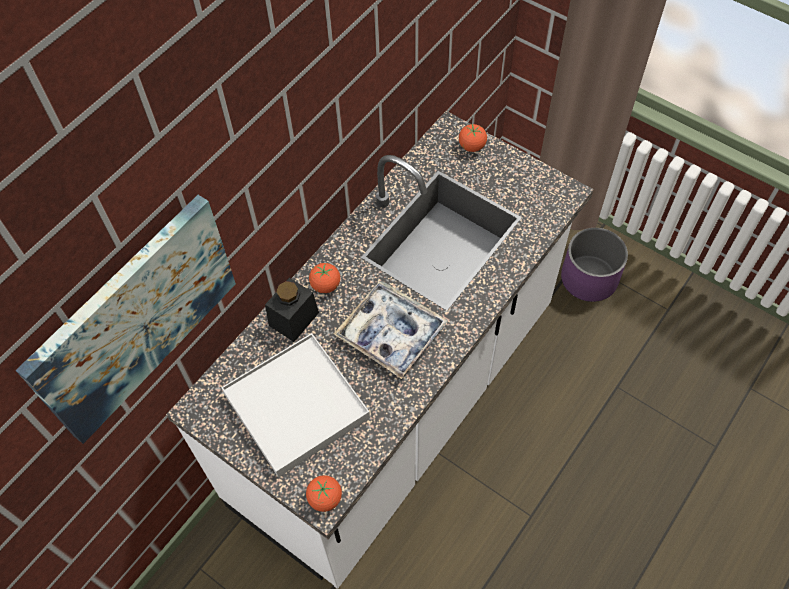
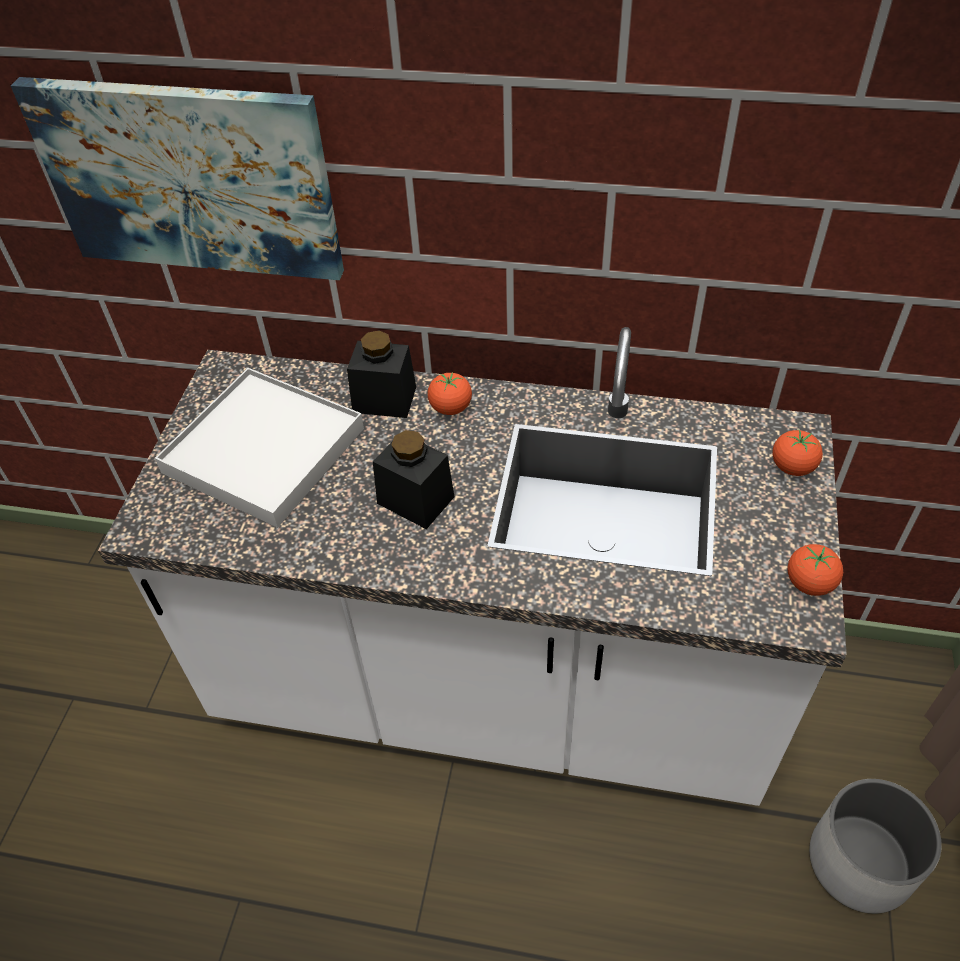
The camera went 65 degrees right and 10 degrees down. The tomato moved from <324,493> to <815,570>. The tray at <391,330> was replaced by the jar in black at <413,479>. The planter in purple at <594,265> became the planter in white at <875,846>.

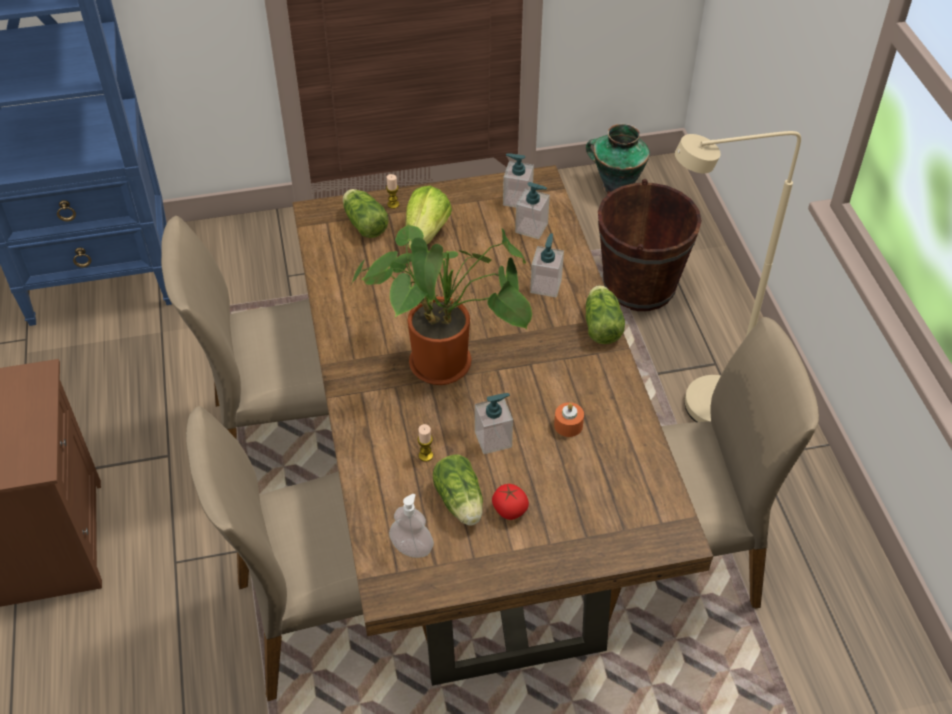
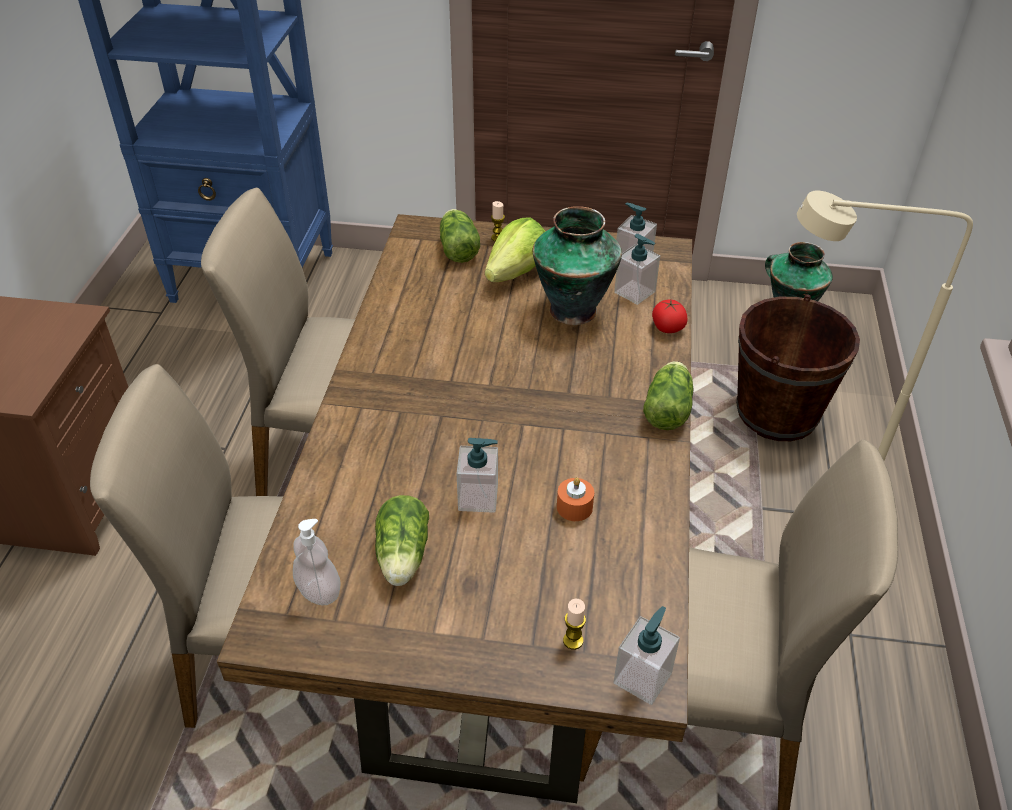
The camera went 20 degrees right and 5 degrees down. The potted plant at <441,304> disappeared. The candle moved from <425,443> to <574,624>. The tomato moved from <510,502> to <670,316>. The soap dispenser moved from <547,265> to <646,655>. The vase at <577,265> appeared.

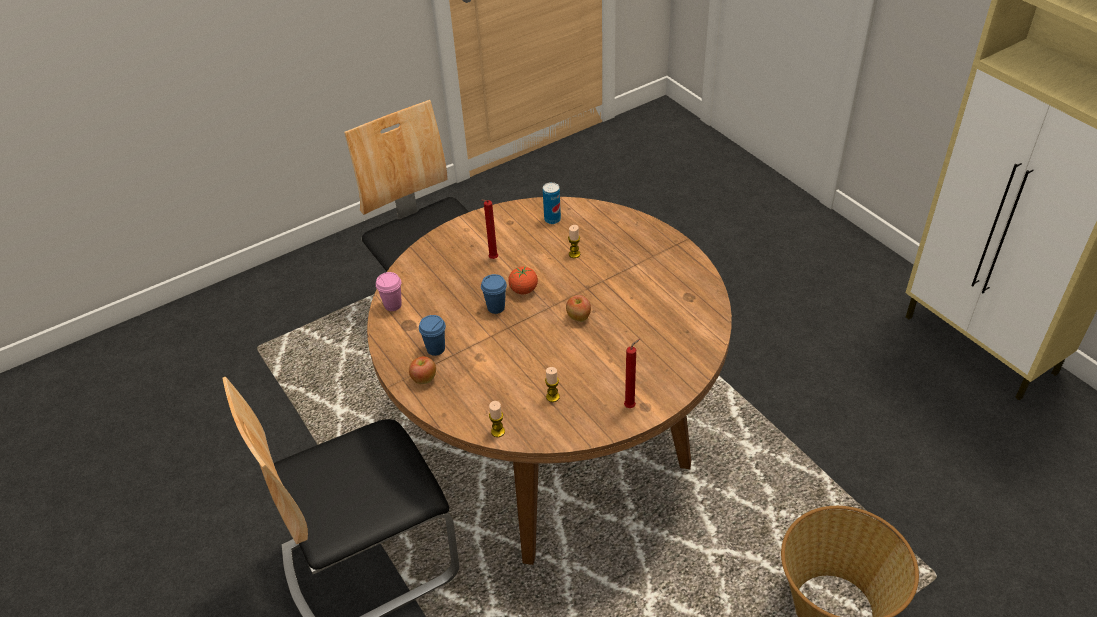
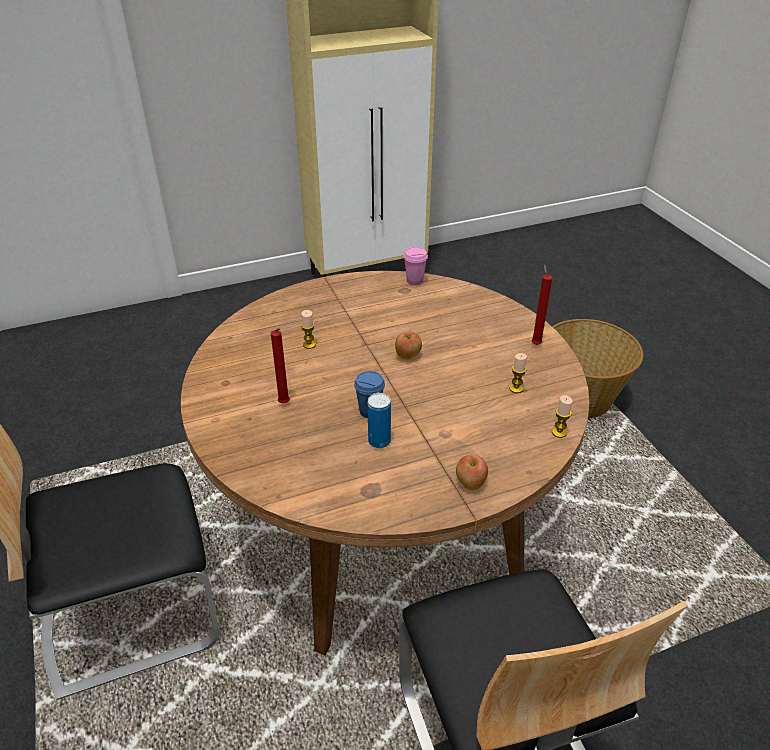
The camera went 80 degrees left and 5 degrees down. The cup in pink moved from <389,291> to <416,266>. The cup in blue at <432,335> disappeared. The tomato at <523,280> disappeared. The can moved from <552,203> to <379,420>.

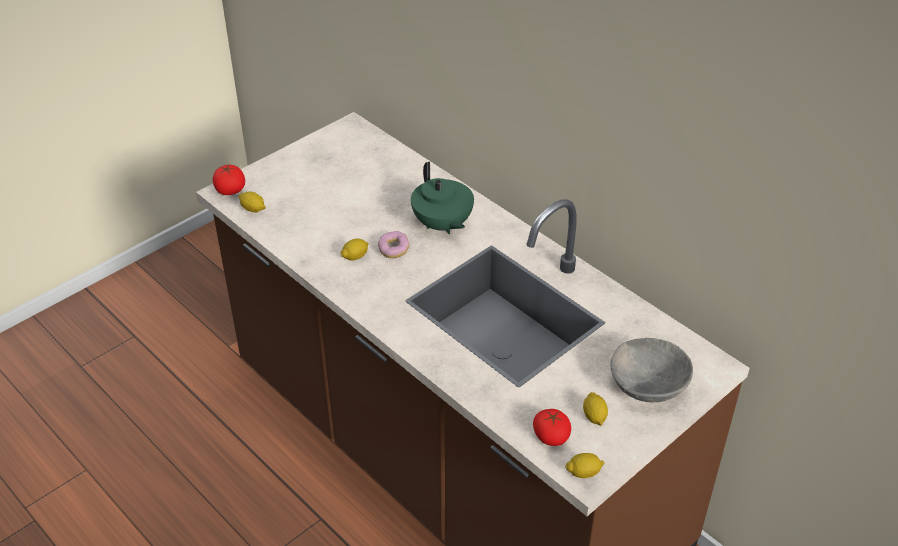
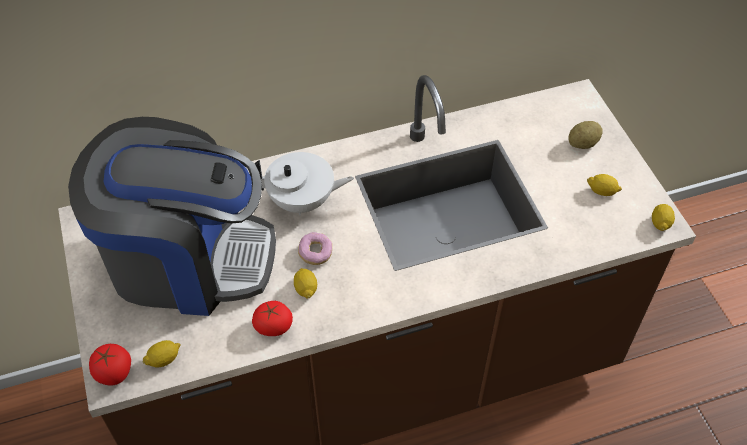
The camera went 65 degrees left and 10 degrees up. The teapot in green at <442,198> became the teapot in white at <302,183>. The tomato moved from <552,427> to <272,318>. The bowl in grey at <652,370> was replaced by the potato at <586,135>. The coffee machine at <172,216> appeared.

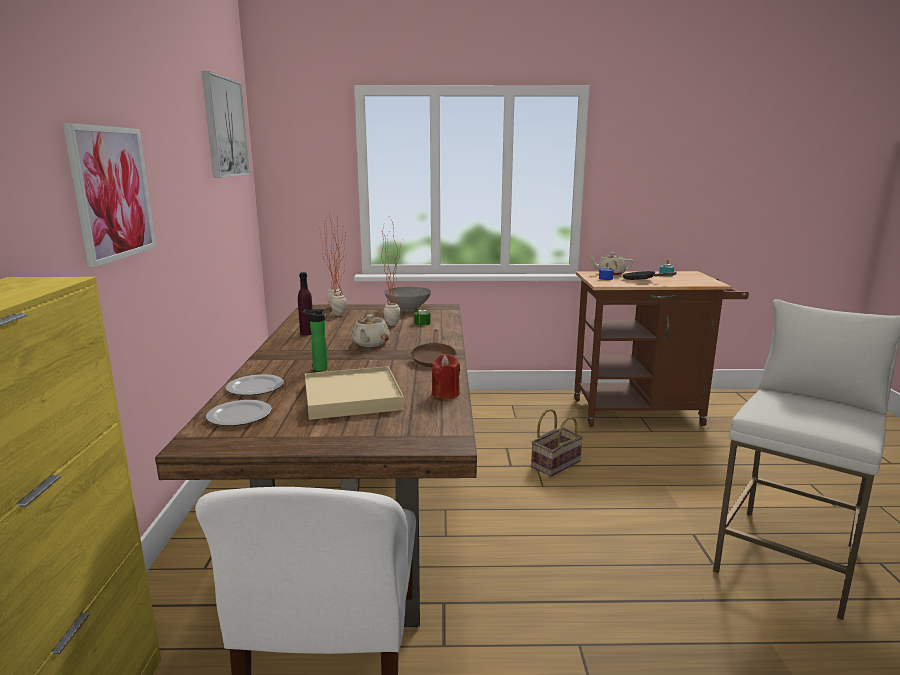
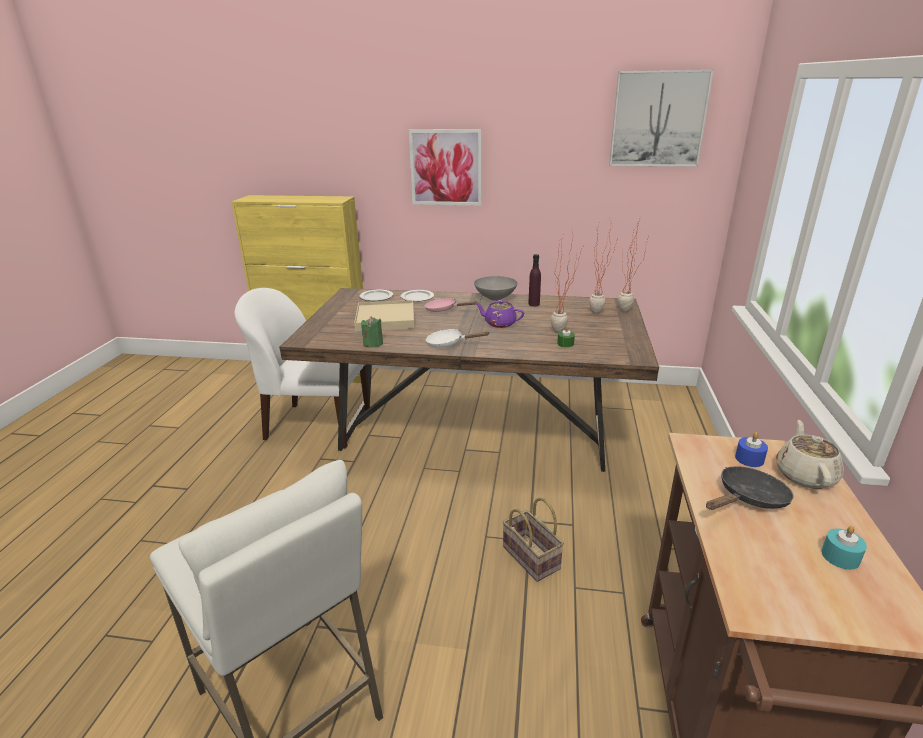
The camera went 100 degrees right and 10 degrees up. The bottle at <315,340> was replaced by the frying pan in pink at <451,305>. The teapot in beige at <371,331> became the teapot in purple at <499,314>. The bowl in grey moved from <407,299> to <496,288>. The frying pan in brown at <433,348> became the frying pan in white at <458,338>. The candle in red at <445,376> became the candle in green at <372,331>.

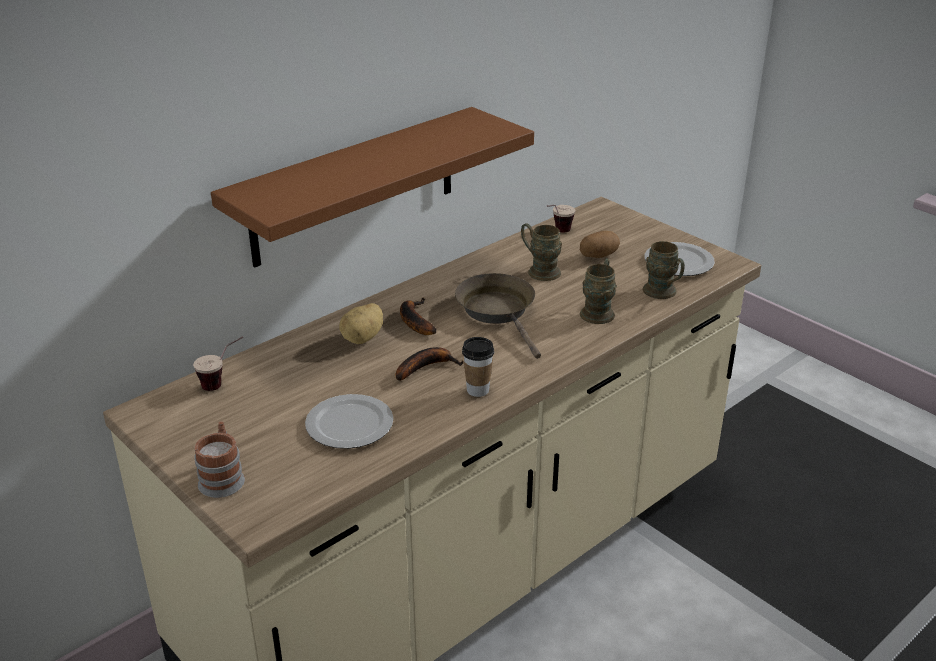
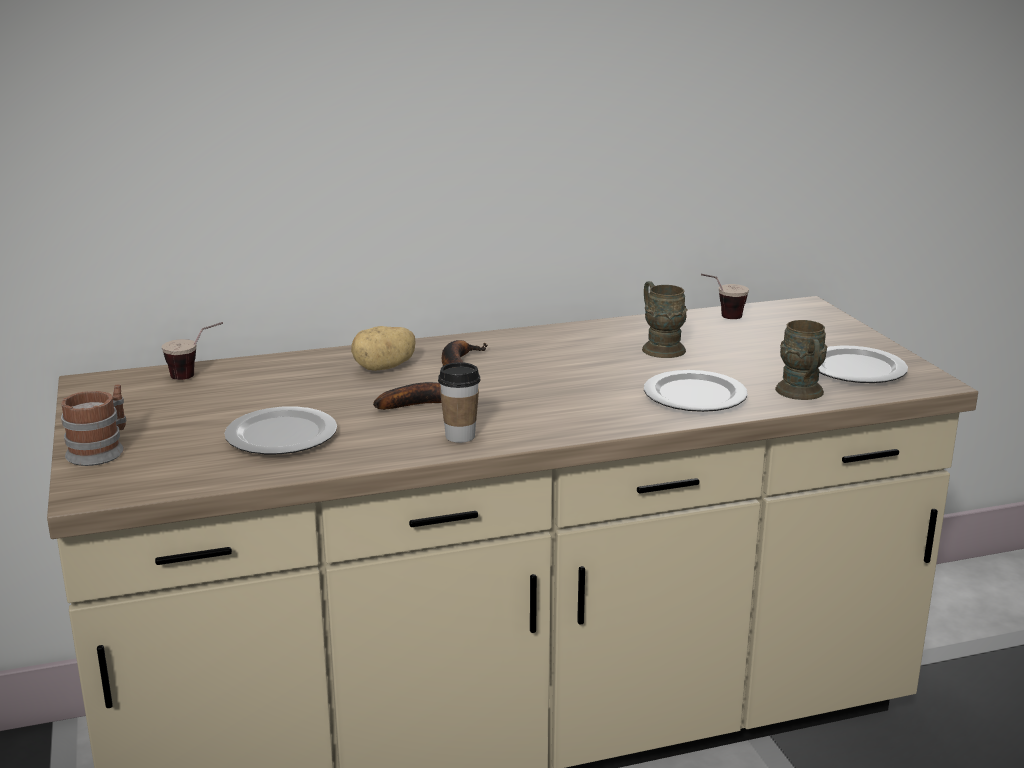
The camera went 25 degrees right and 10 degrees down. The shelf in brown at <372,187> disappeared. The frying pan in brown at <498,316> disappeared. The potato at <600,244> disappeared. The mug in brown at <598,291> was replaced by the plate at <696,391>.

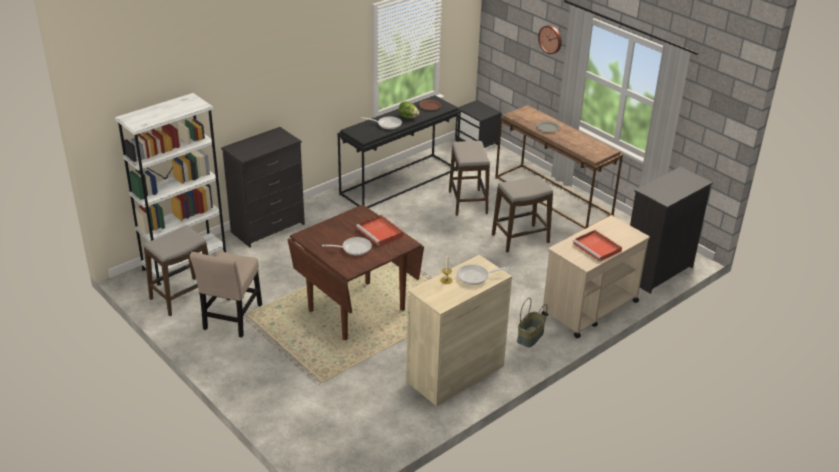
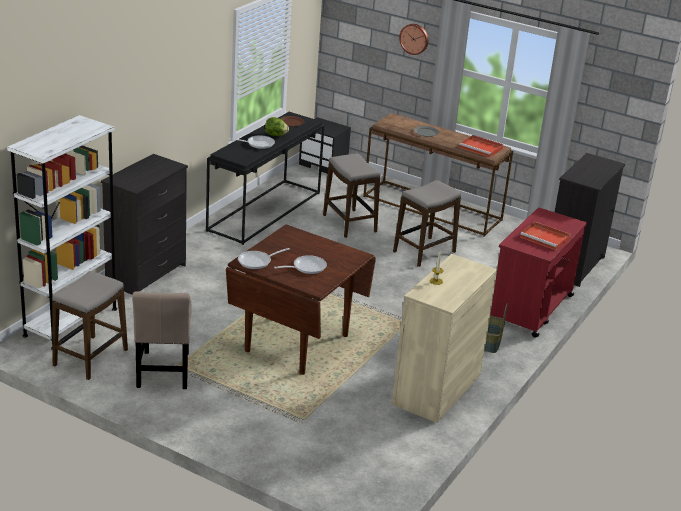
The camera went 20 degrees left and 5 degrees down. The tray in red moved from <379,230> to <481,146>. The frying pan moved from <483,275> to <264,258>. The cart in beige at <596,276> became the cart in red at <538,273>.

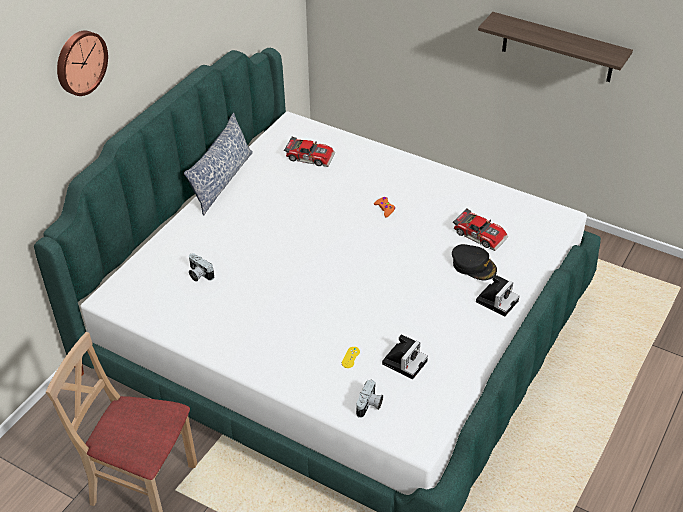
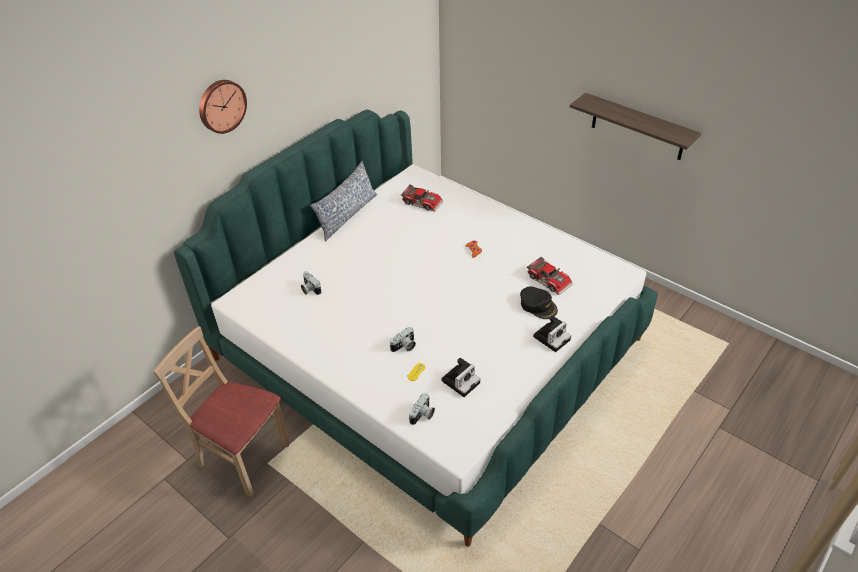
The camera went 10 degrees right and 0 degrees up. The photo camera at <403,339> appeared.

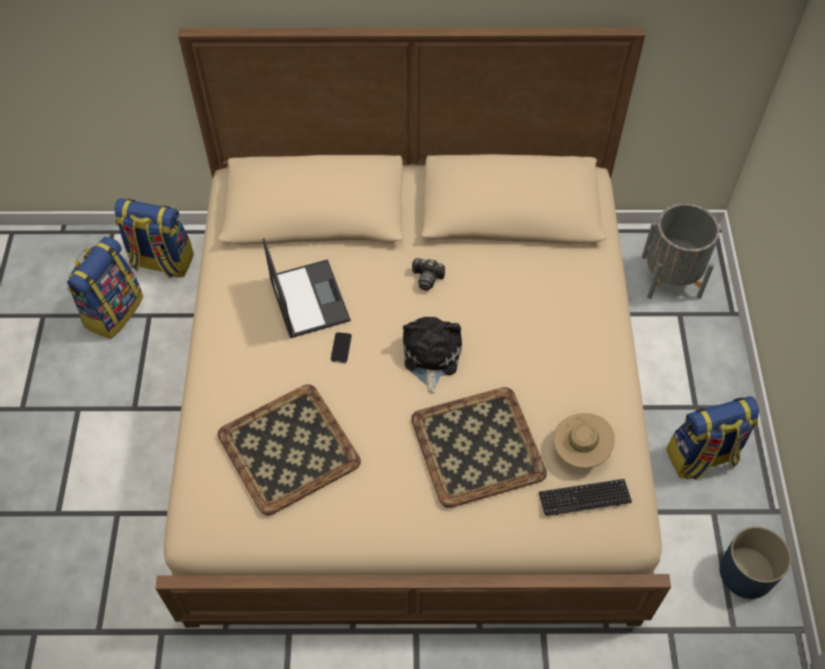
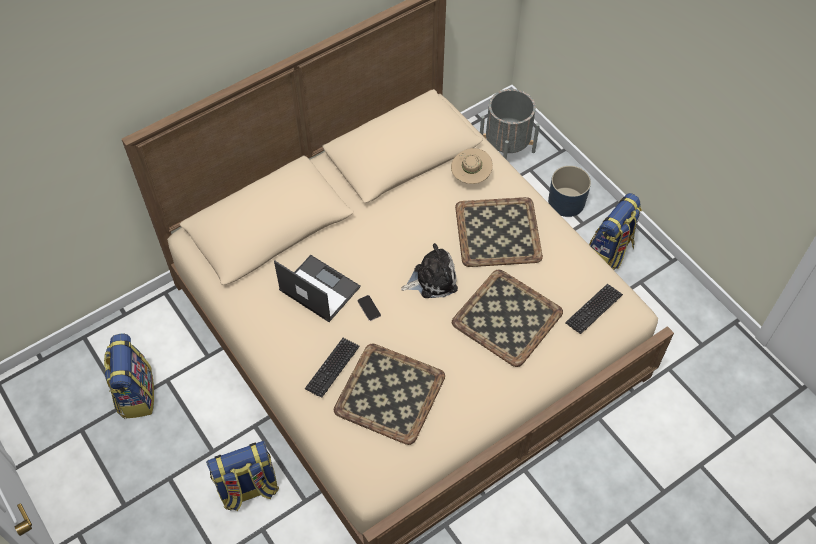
The camera went 35 degrees left and 0 degrees up. The backpack moved from <154,238> to <242,476>. The plush toy at <432,355> turned 105 degrees clockwise. The photo camera at <428,274> disappeared. The hat in beige moved from <584,440> to <472,166>. The planter in blue moved from <755,562> to <569,191>. The keyboard at <332,368> appeared. The tray at <499,232> appeared.

